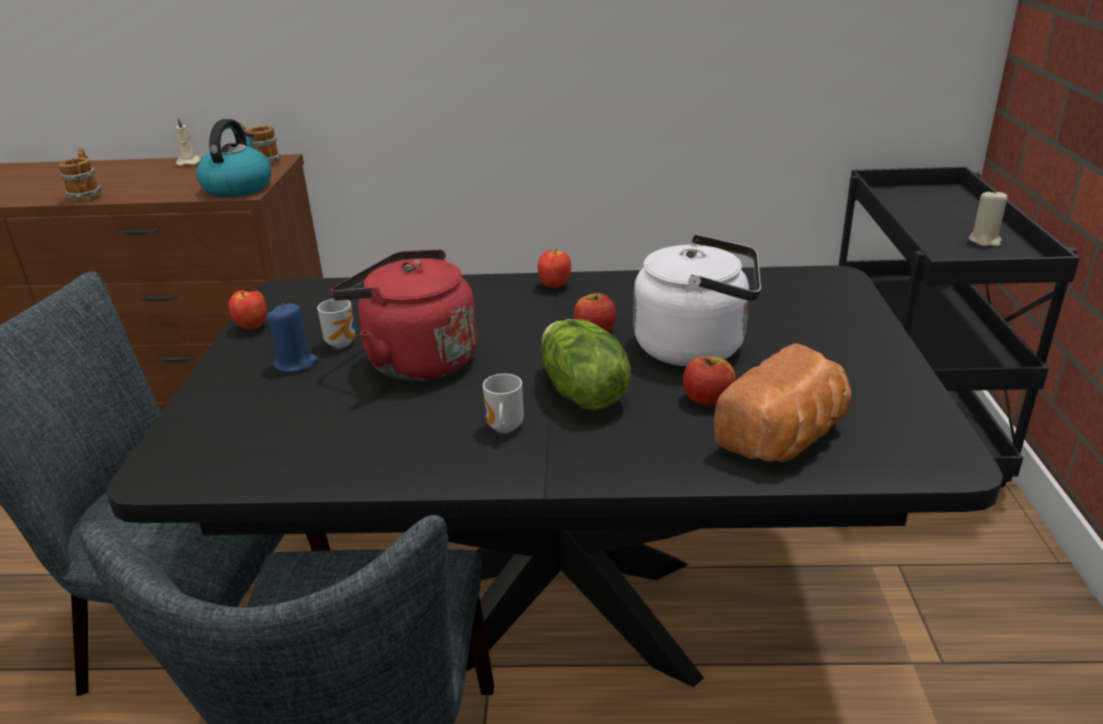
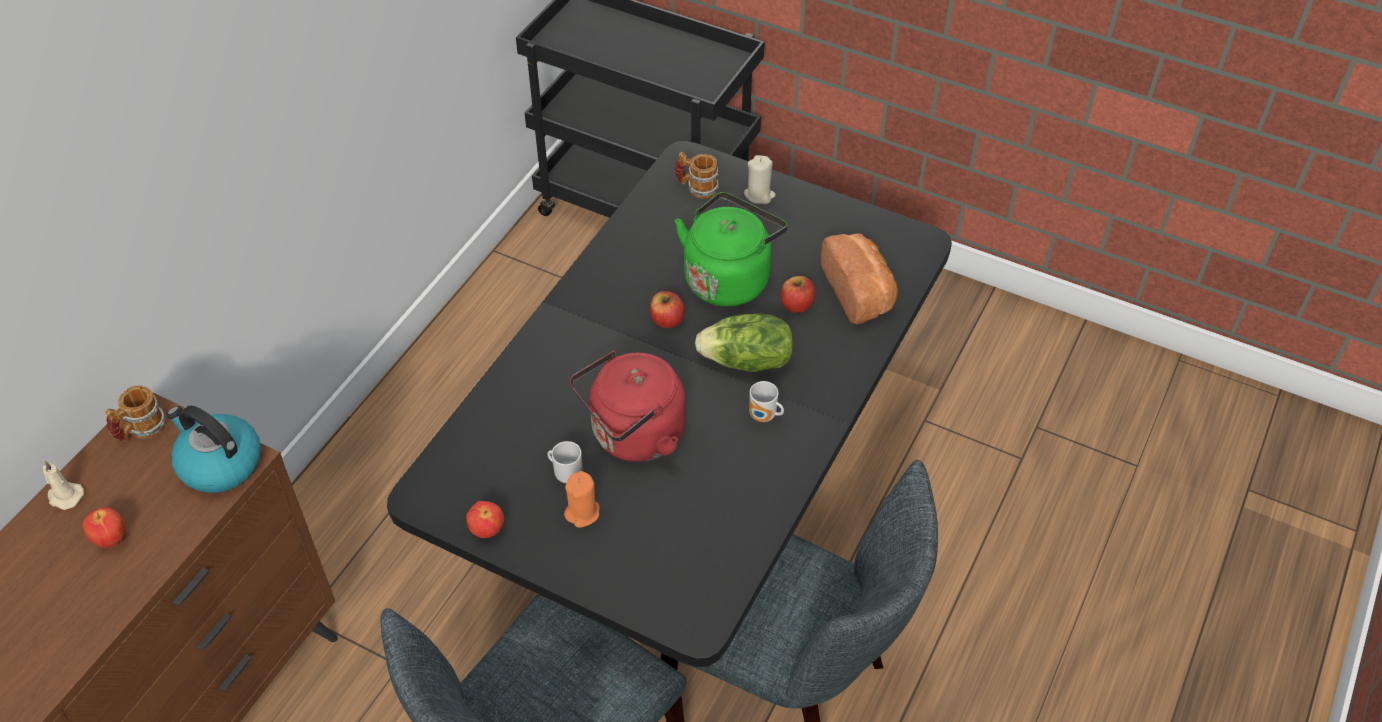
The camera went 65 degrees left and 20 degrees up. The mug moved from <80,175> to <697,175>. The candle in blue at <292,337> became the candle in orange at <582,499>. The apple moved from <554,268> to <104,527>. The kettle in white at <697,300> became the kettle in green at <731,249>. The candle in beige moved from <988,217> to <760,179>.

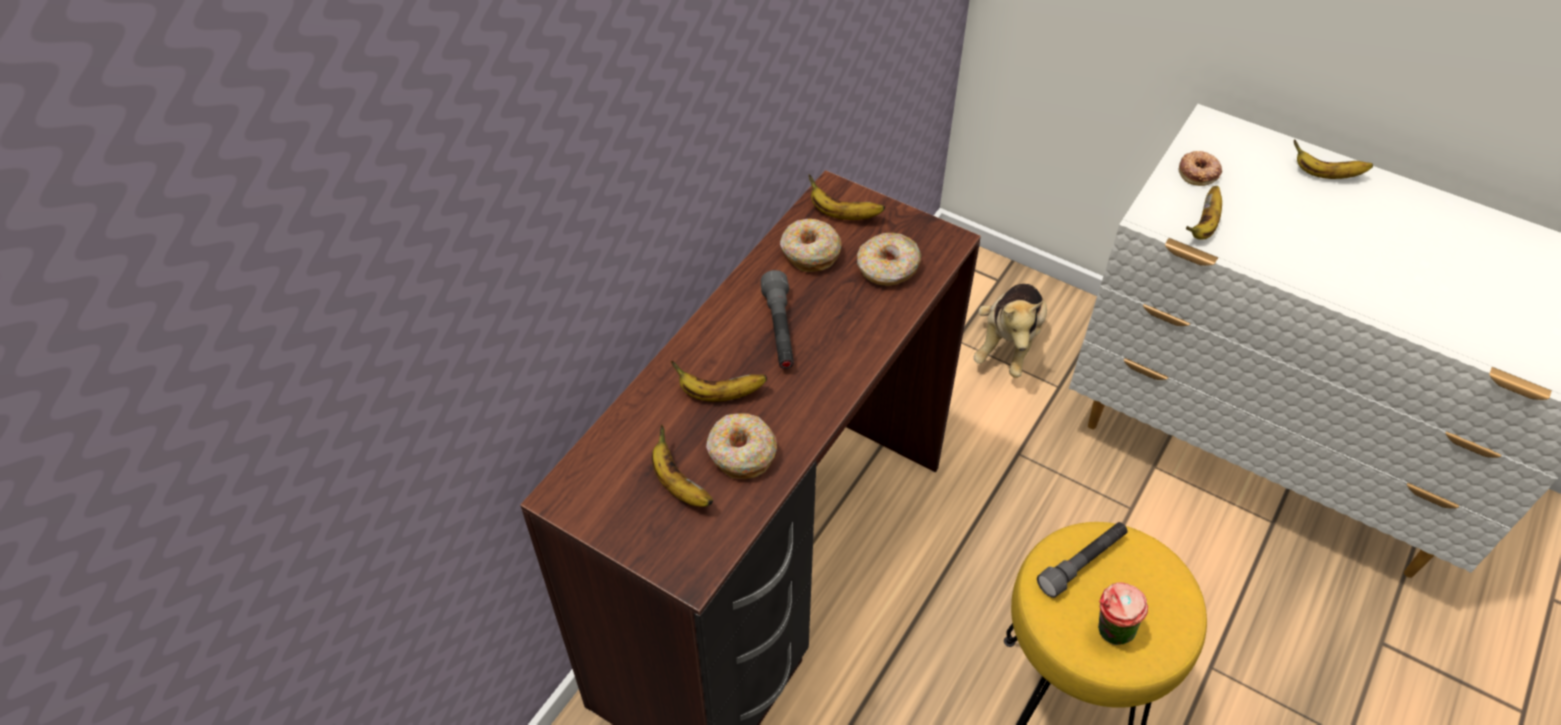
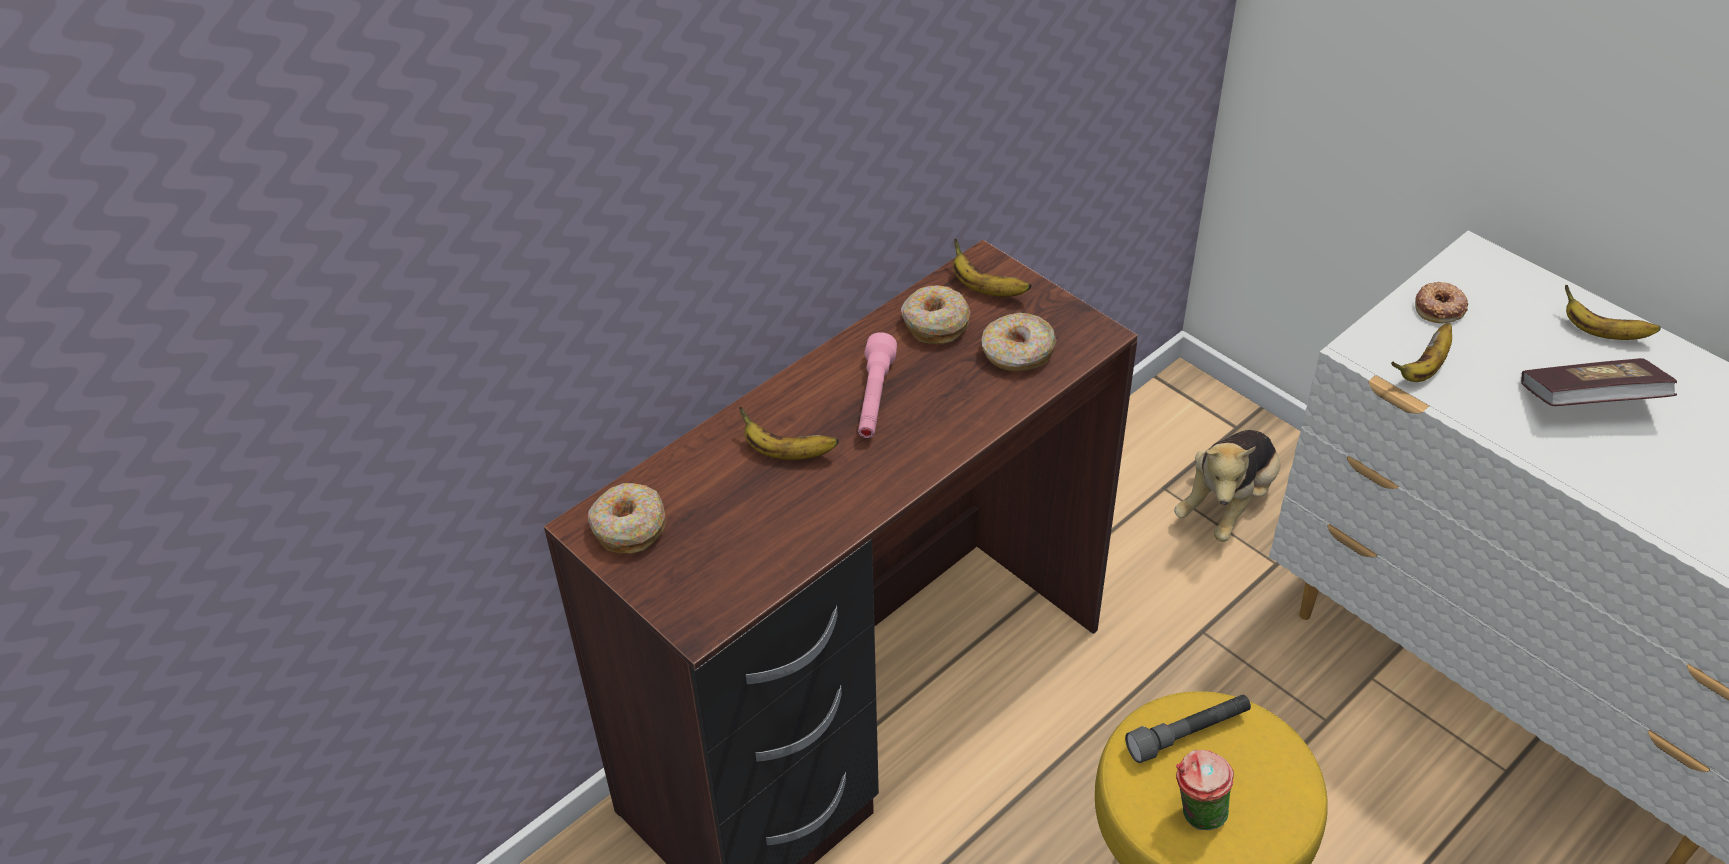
The camera went 15 degrees right and 5 degrees down. The banana at <682,466> disappeared. The donut moved from <741,446> to <626,518>. The flashlight in grey at <777,319> became the flashlight in pink at <877,385>. The book at <1599,382> appeared.

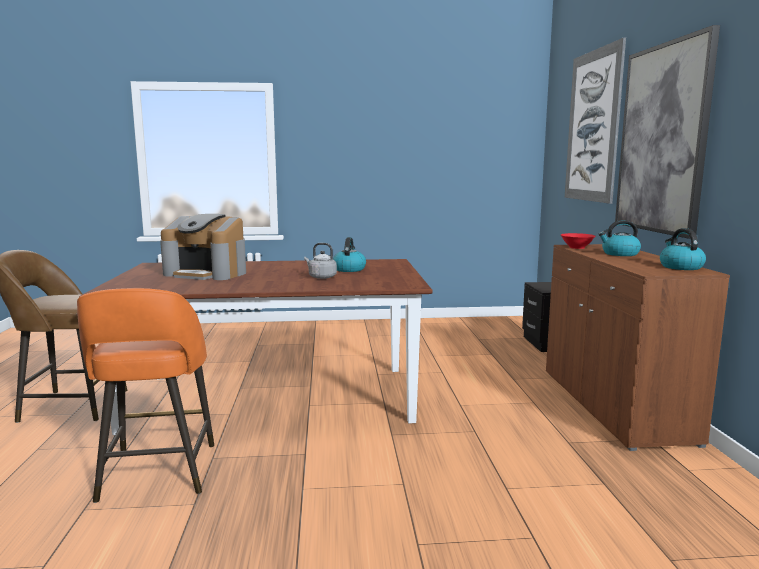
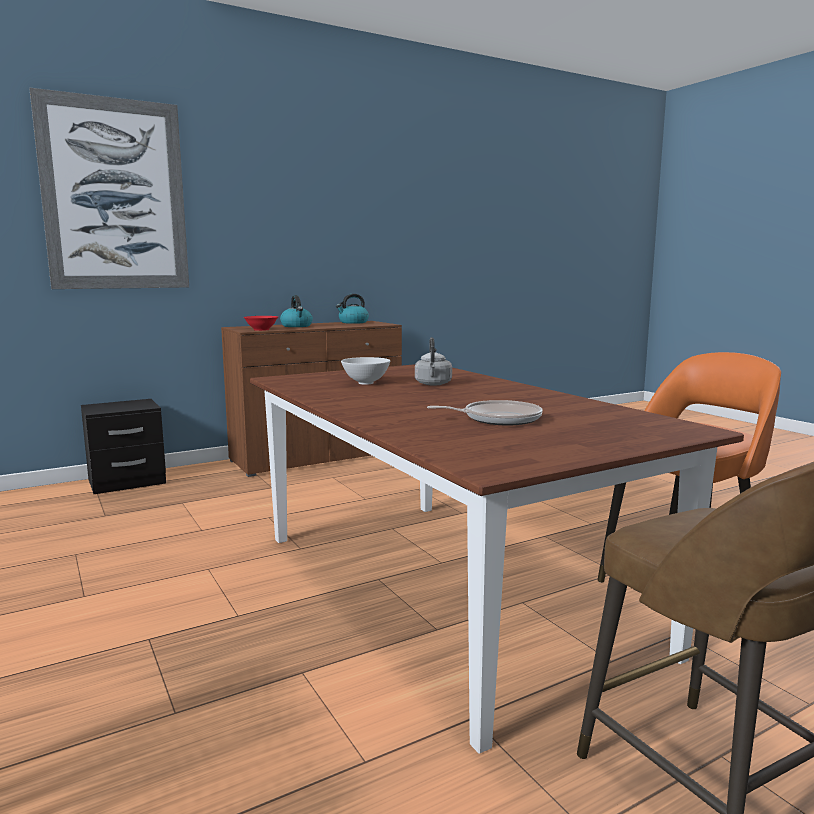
The camera went 115 degrees left and 0 degrees up. The coffee machine at <203,247> was replaced by the frying pan at <485,413>. The kettle at <349,254> was replaced by the bowl in white at <365,371>. The picture at <667,132> disappeared.

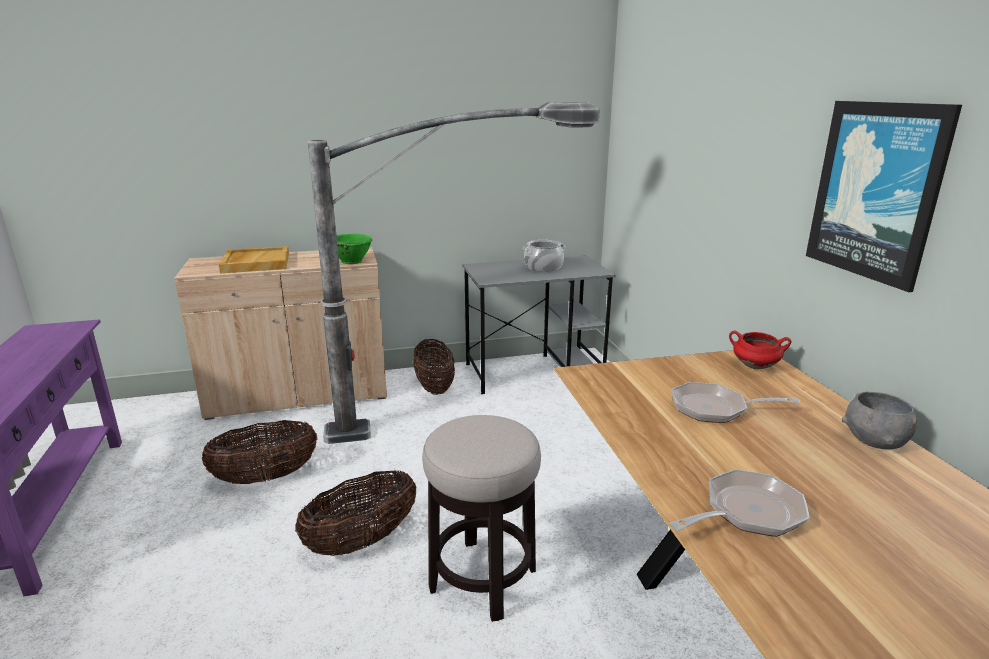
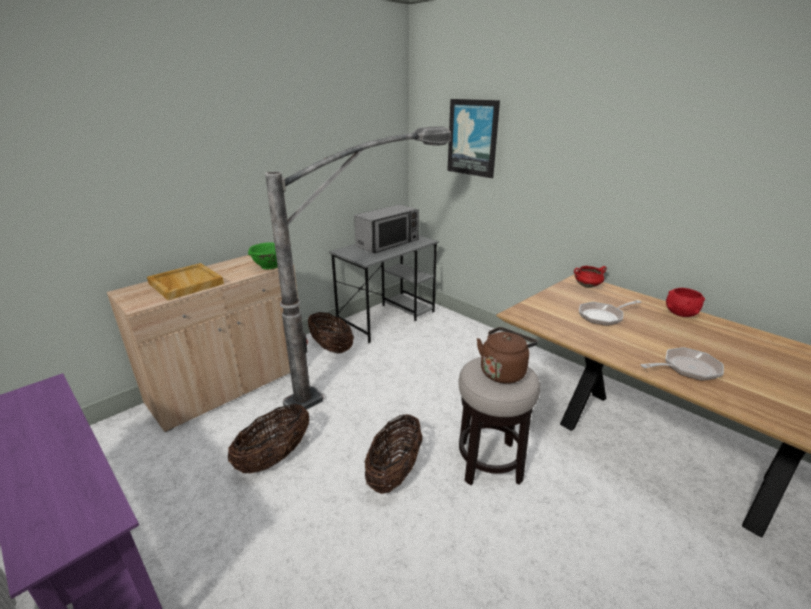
The camera went 30 degrees left and 5 degrees up. The cooking pot at <544,256> was replaced by the microwave at <386,228>. The frying pan at <740,503> turned 45 degrees clockwise. The picture moved from <884,196> to <473,138>. The bowl in grey at <879,421> became the bowl in red at <685,302>. The kettle in brown at <507,355> appeared.

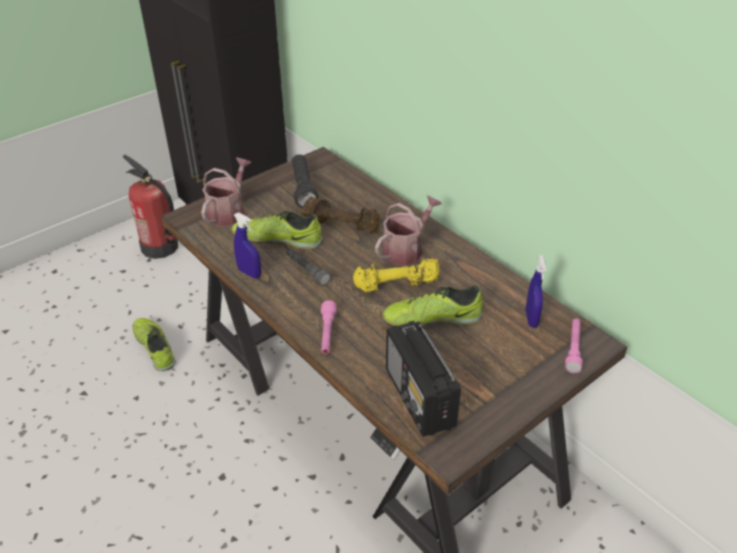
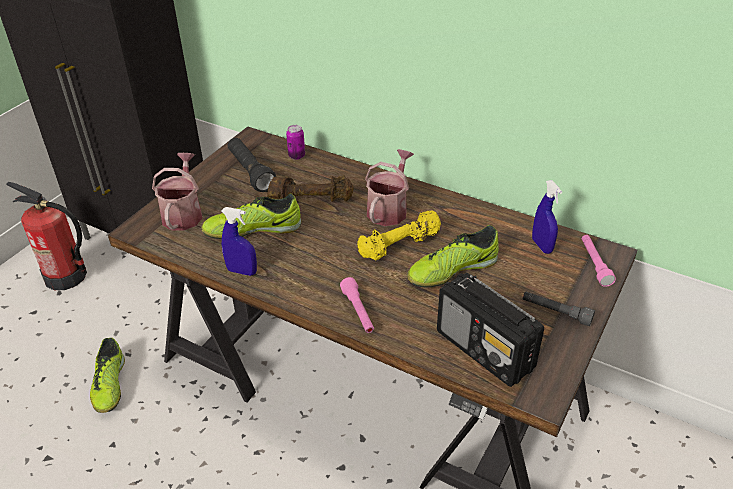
The camera went 20 degrees left and 0 degrees up. The shoe at <154,344> turned 135 degrees counterclockwise. The flashlight in grey moved from <308,267> to <559,308>. The can at <295,142> appeared.

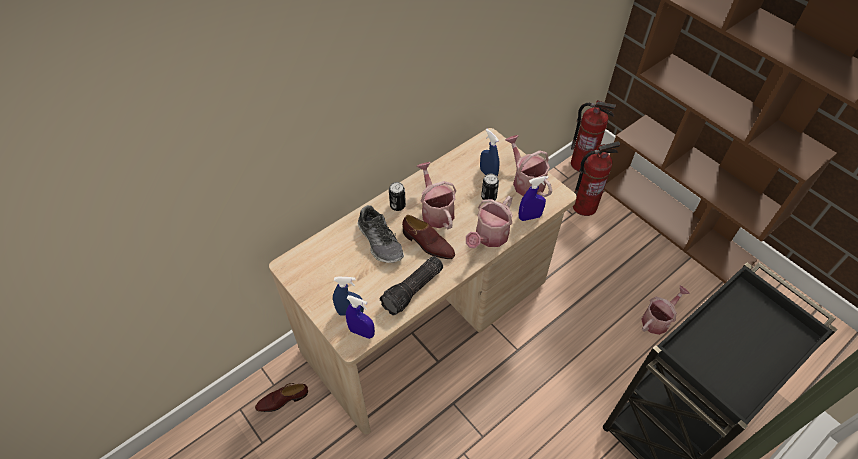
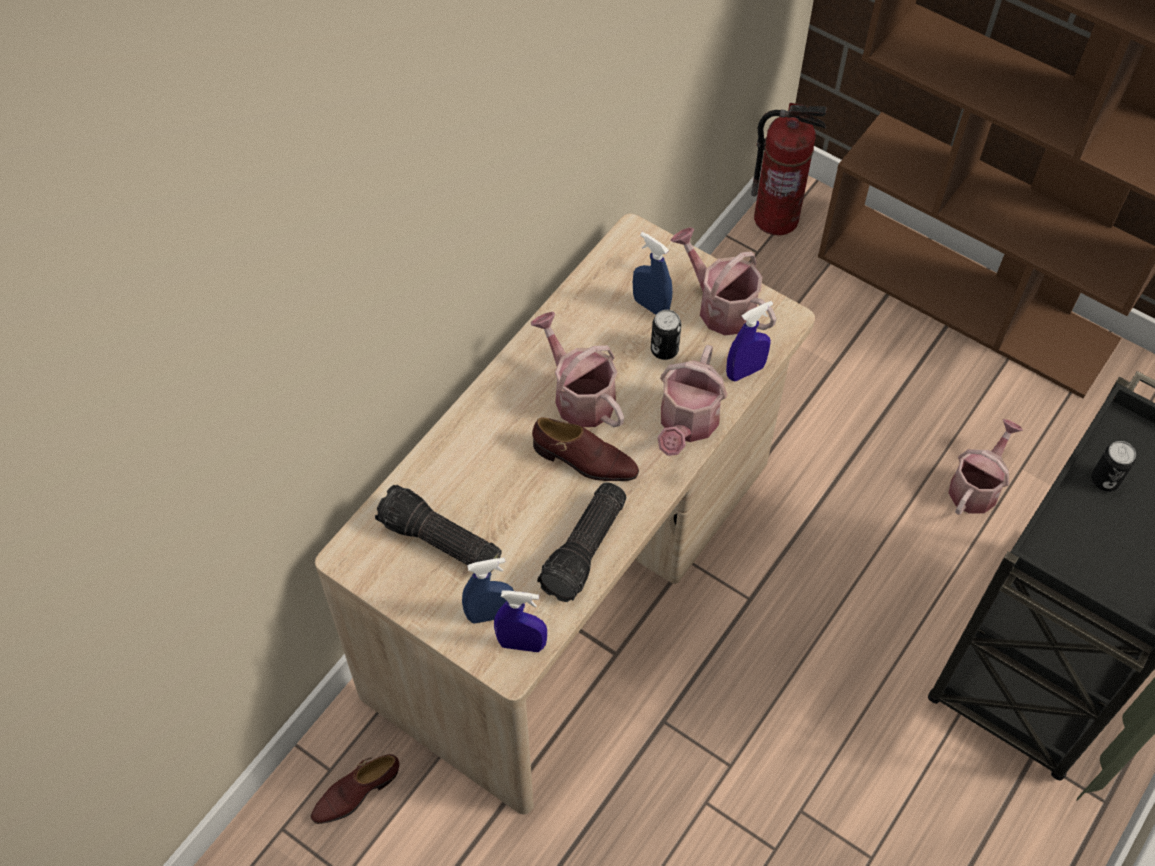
The camera went 15 degrees left and 5 degrees up. The shoe at <380,234> disappeared. The can moved from <397,196> to <1113,466>. The fire extinguisher at <596,178> disappeared. The flashlight at <438,528> appeared.

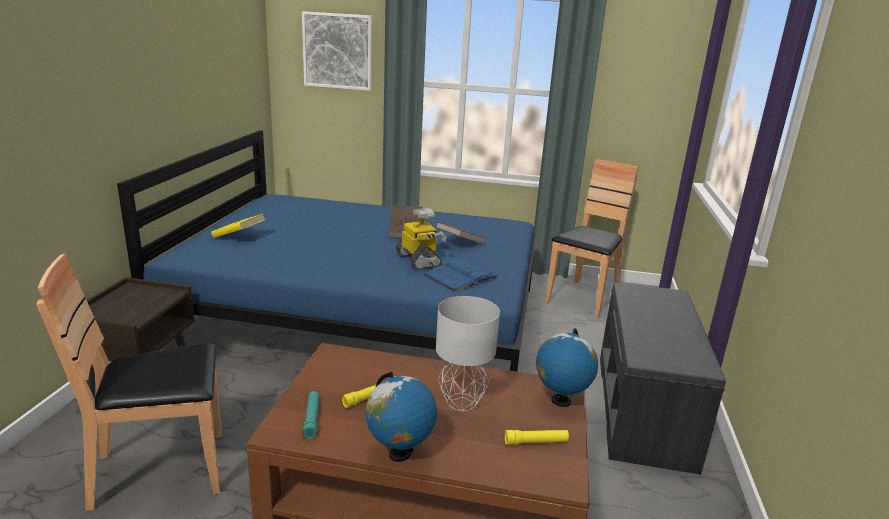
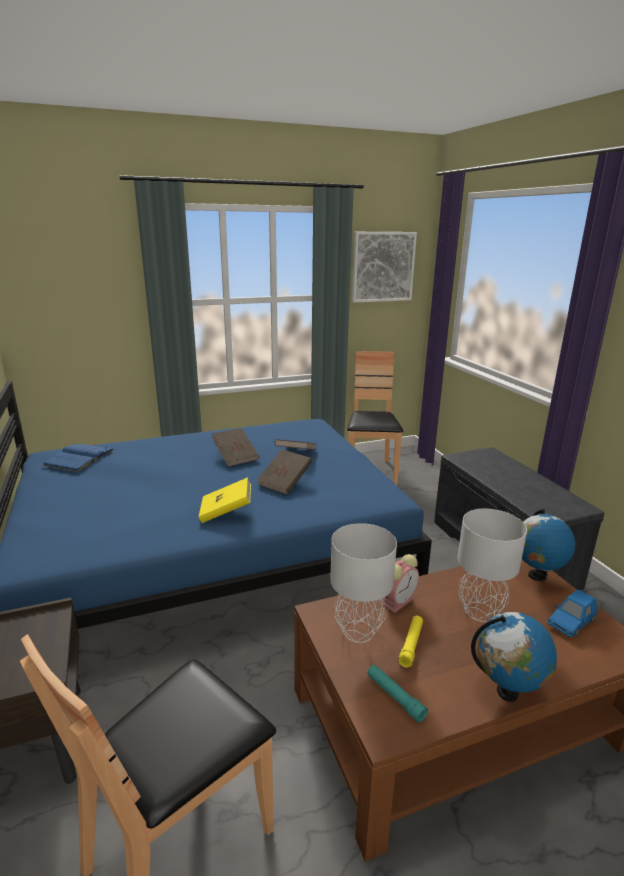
The camera went 30 degrees left and 0 degrees up. The book in yellow moved from <238,225> to <225,500>. The picture moved from <337,51> to <384,267>. The toy robot at <421,239> was replaced by the book in brown at <284,472>. The book in blue moved from <461,276> to <78,458>. The flashlight in yellow at <537,437> was replaced by the toy car in blue at <573,613>. The table lamp in grey at <363,583> appeared. The alarm clock at <401,583> appeared.

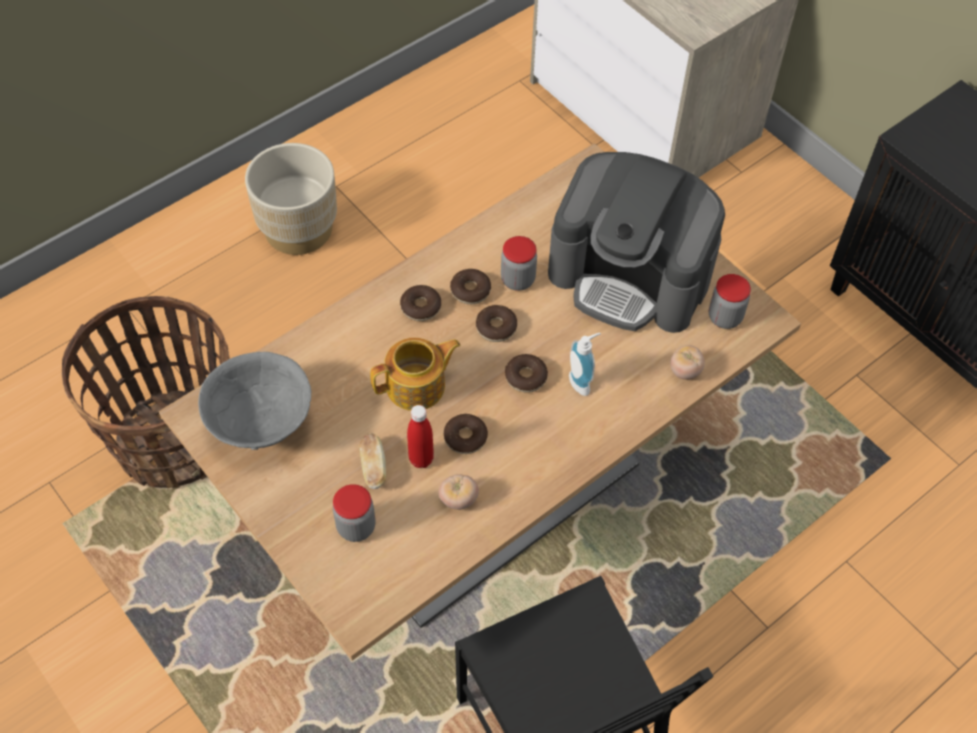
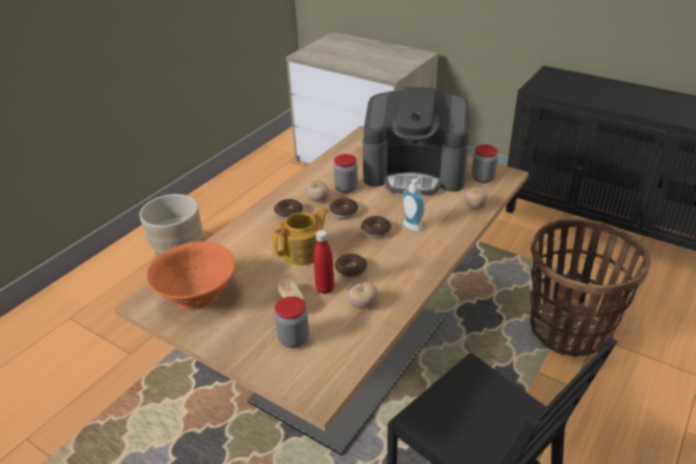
The camera went 15 degrees left and 20 degrees down. The basket moved from <146,392> to <590,288>. The bowl in grey at <254,401> became the bowl in orange at <190,275>. The donut at <470,286> was replaced by the tomato at <317,191>.

